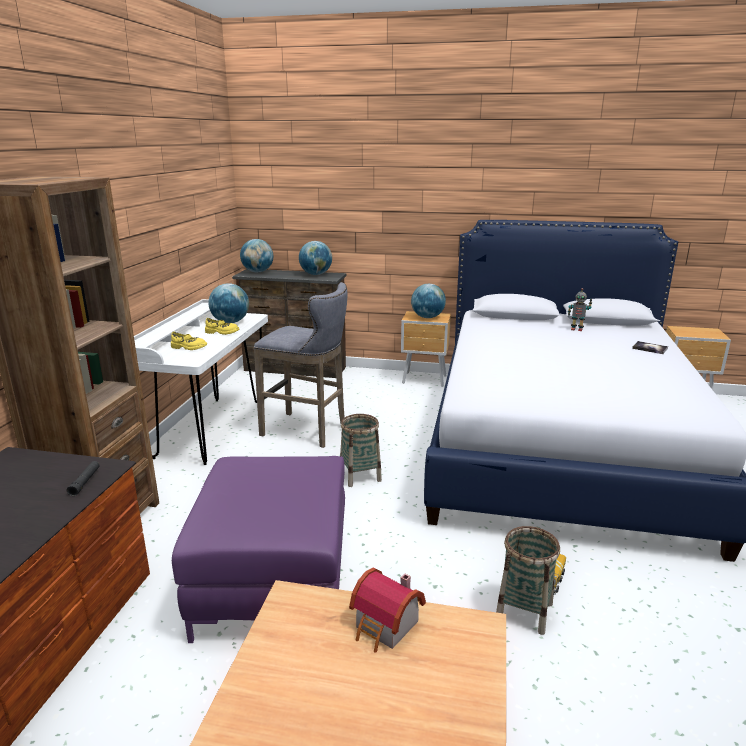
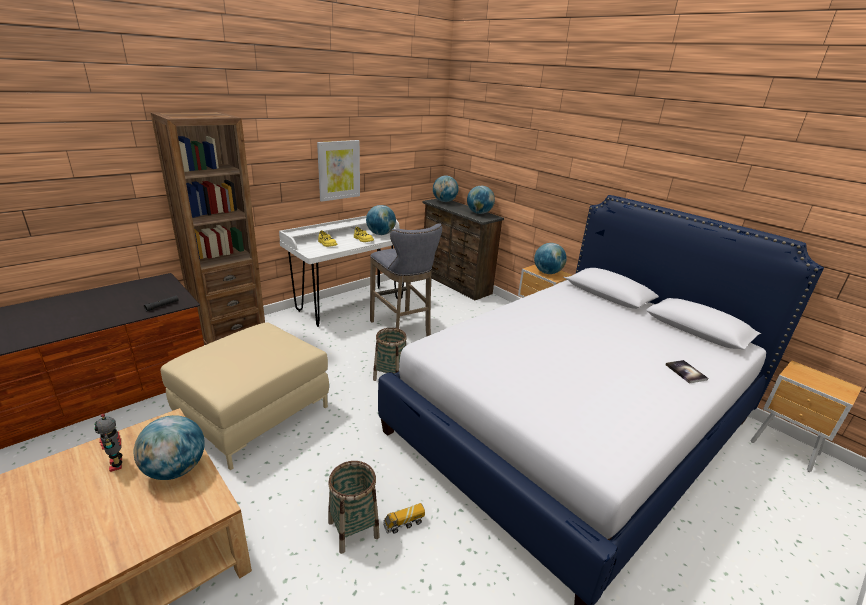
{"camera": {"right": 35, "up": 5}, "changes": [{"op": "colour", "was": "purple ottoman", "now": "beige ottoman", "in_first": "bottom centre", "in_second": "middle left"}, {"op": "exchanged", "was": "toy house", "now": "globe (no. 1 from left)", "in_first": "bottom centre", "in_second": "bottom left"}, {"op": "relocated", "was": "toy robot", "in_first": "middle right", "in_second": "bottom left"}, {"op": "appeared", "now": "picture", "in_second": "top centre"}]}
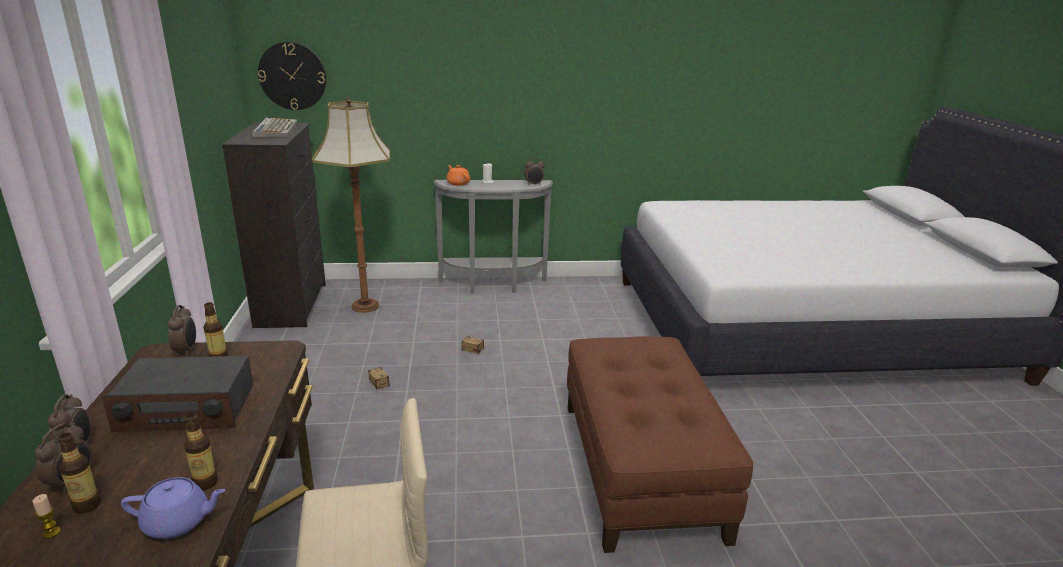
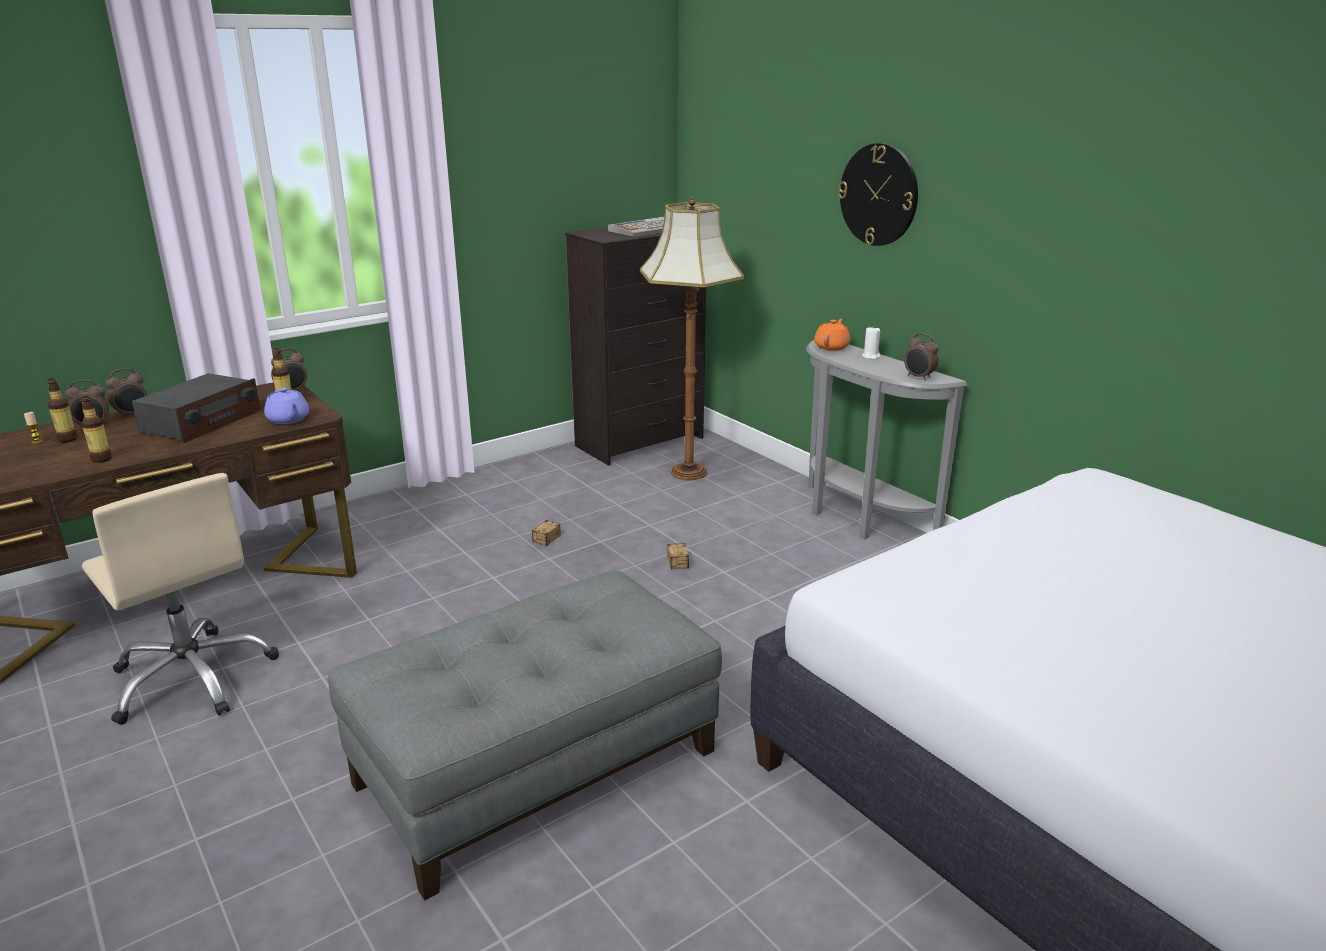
{"camera": {"right": 60, "up": 0}, "changes": [{"op": "spun", "was": "radio", "in_first": "bottom left", "in_second": "middle left", "clockwise": -120}, {"op": "relocated", "was": "purple teapot", "in_first": "bottom left", "in_second": "middle left"}, {"op": "relocated", "was": "wall clock", "in_first": "top left", "in_second": "top centre"}, {"op": "colour", "was": "brown ottoman", "now": "grey ottoman", "in_first": "bottom centre", "in_second": "bottom centre"}]}
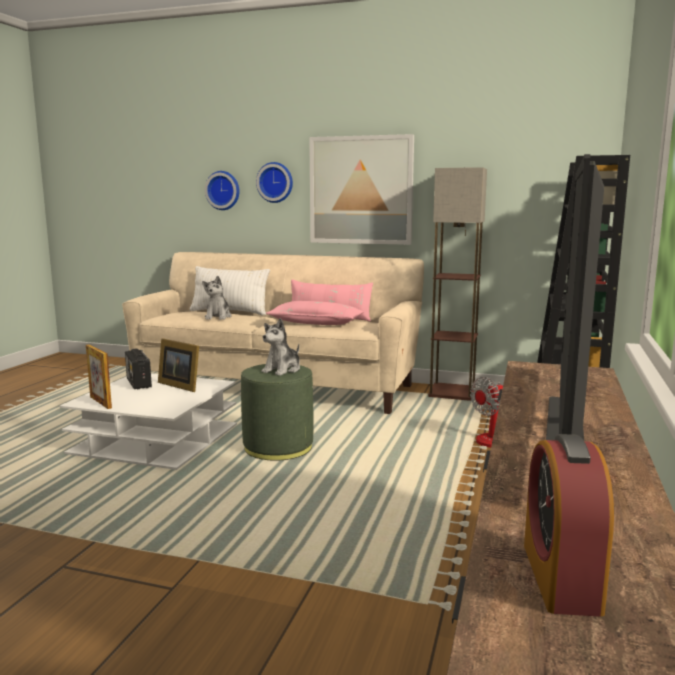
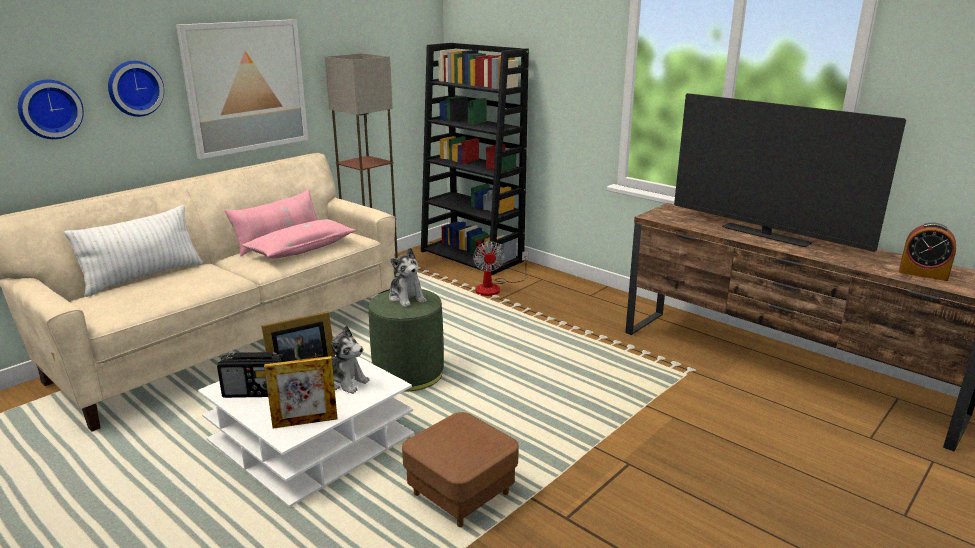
{"camera": {"right": -65, "up": 10}, "changes": [{"op": "relocated", "was": "plush toy (no. 1 from left)", "in_first": "middle left", "in_second": "centre"}, {"op": "appeared", "now": "brown ottoman", "in_second": "bottom centre"}]}
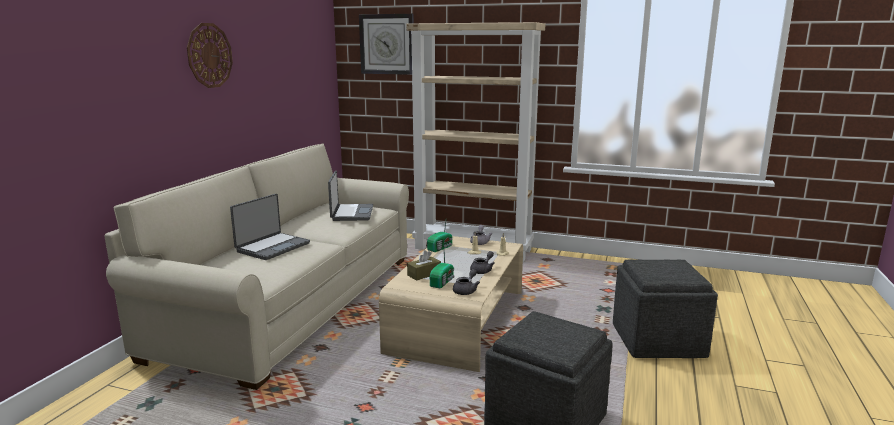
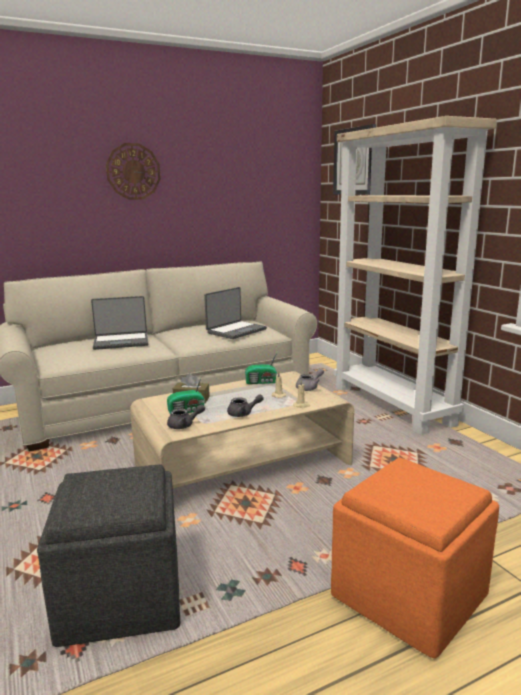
{"camera": {"right": 45, "up": 0}, "changes": [{"op": "colour", "was": "grey ottoman (no. 2 from left)", "now": "orange ottoman", "in_first": "bottom right", "in_second": "bottom right"}]}
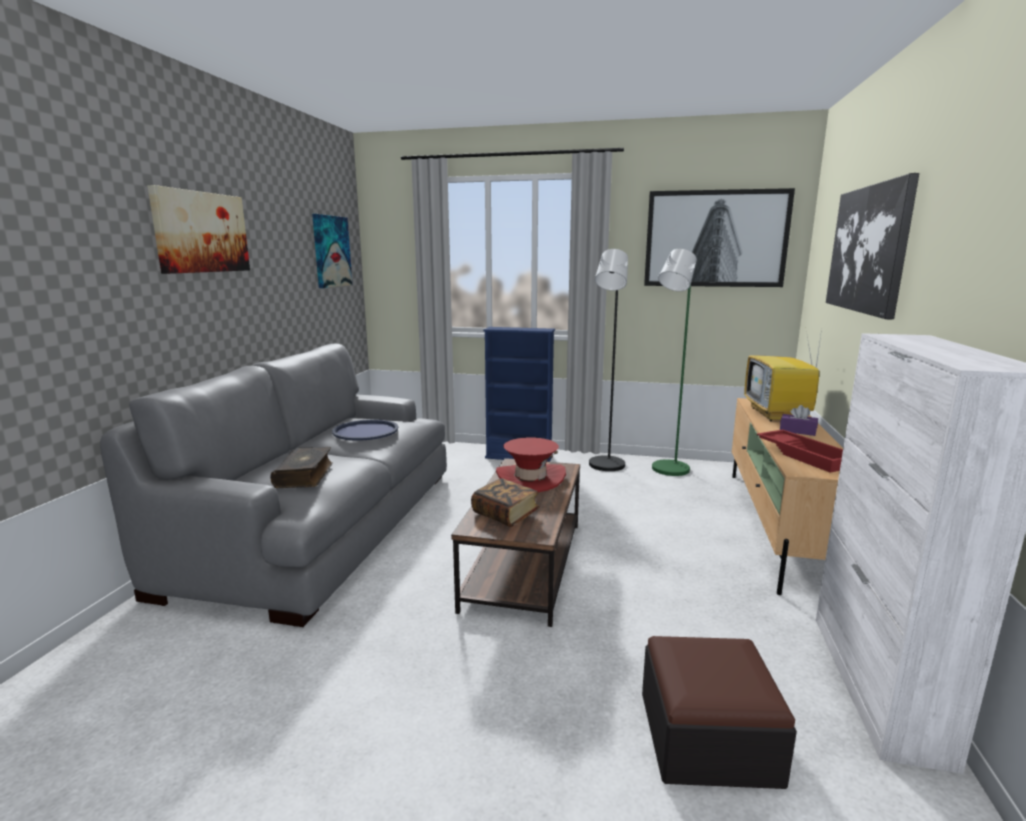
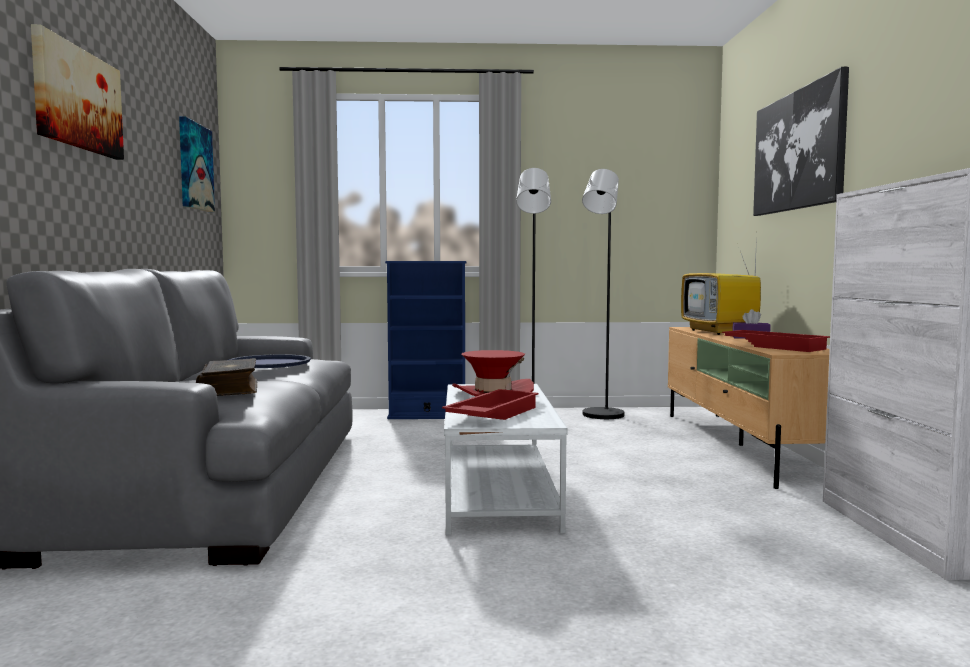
{"camera": {"right": -15, "up": -10}, "changes": [{"op": "colour", "was": "brown coffee table", "now": "white coffee table", "in_first": "centre", "in_second": "bottom centre"}, {"op": "exchanged", "was": "book (no. 2 from left)", "now": "red tray (no. 1 from left)", "in_first": "centre", "in_second": "centre"}, {"op": "missing", "was": "ottoman", "in_first": "bottom right"}, {"op": "missing", "was": "picture (no. 3 from left)", "in_first": "top right"}, {"op": "colour", "was": "green floor lamp", "now": "black floor lamp (no. 2 from left)", "in_first": "centre", "in_second": "centre"}]}
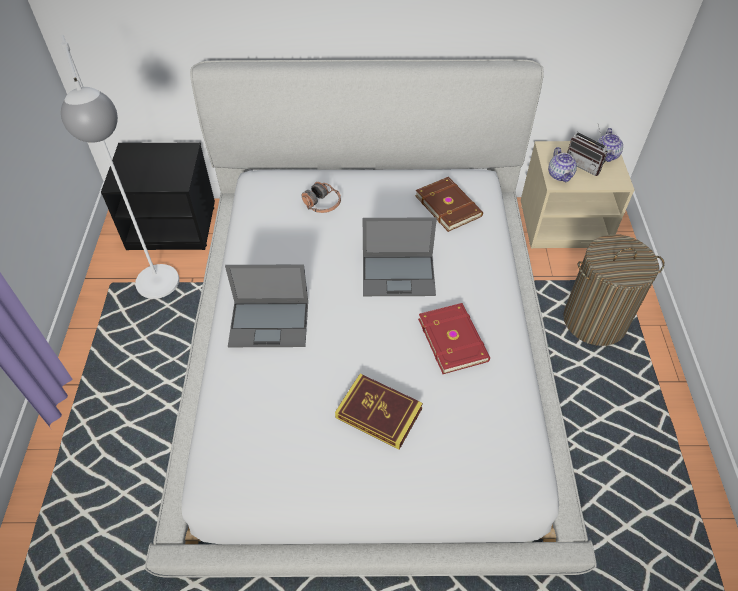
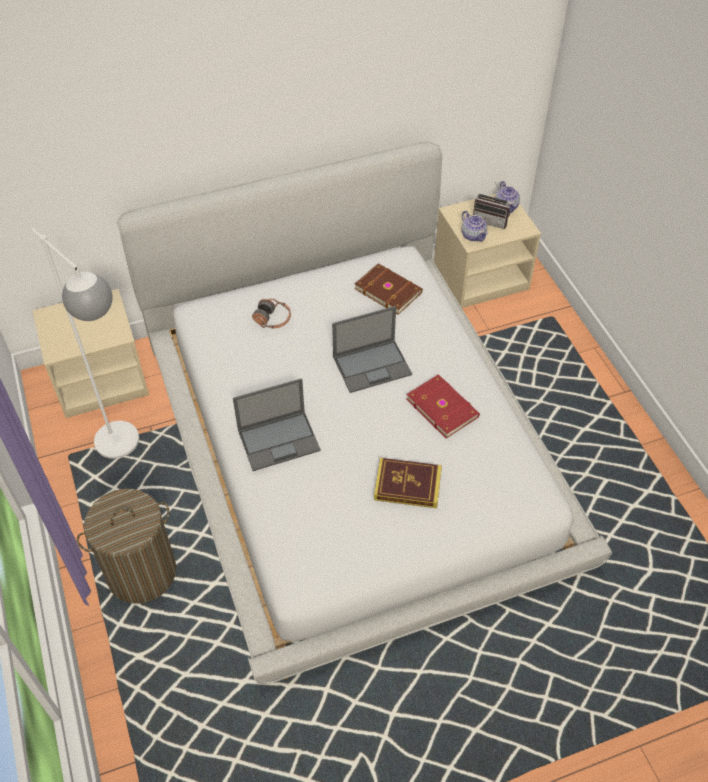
{"camera": {"right": -20, "up": 0}, "changes": [{"op": "colour", "was": "black nightstand", "now": "beige nightstand (no. 1 from left)", "in_first": "top left", "in_second": "middle left"}, {"op": "relocated", "was": "laundry basket", "in_first": "middle right", "in_second": "bottom left"}]}
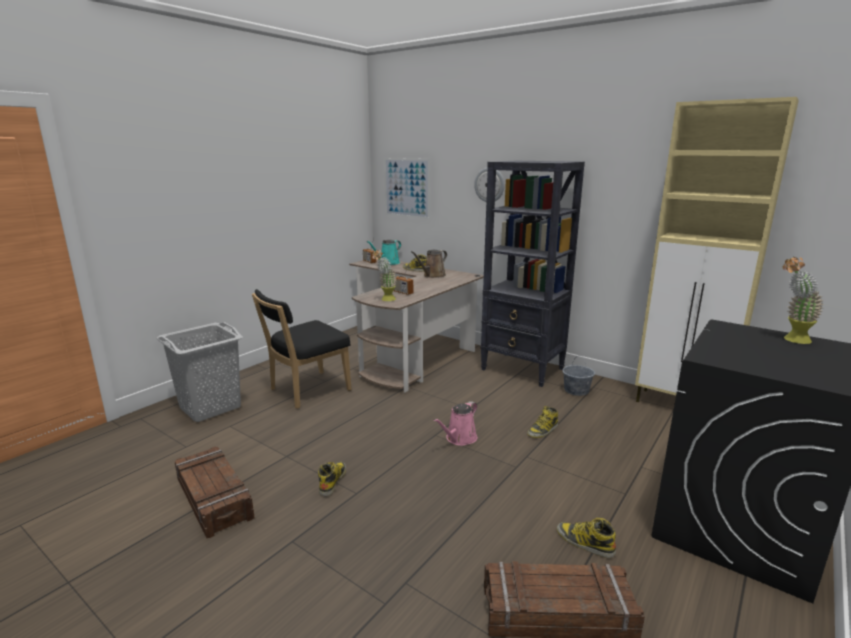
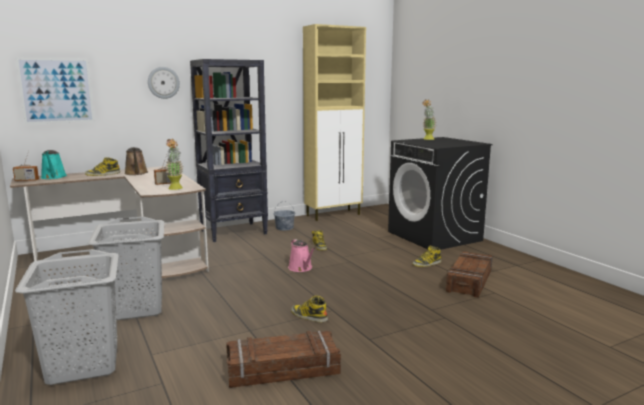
{"camera": {"right": -65, "up": -5}, "changes": [{"op": "exchanged", "was": "black chair", "now": "grey laundry basket (no. 2 from left)", "in_first": "centre", "in_second": "middle left"}]}
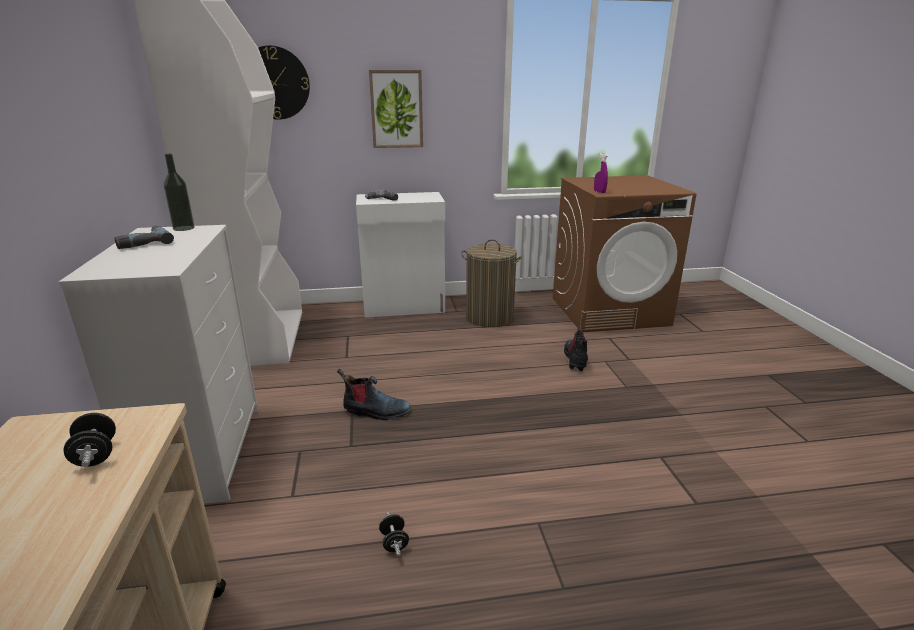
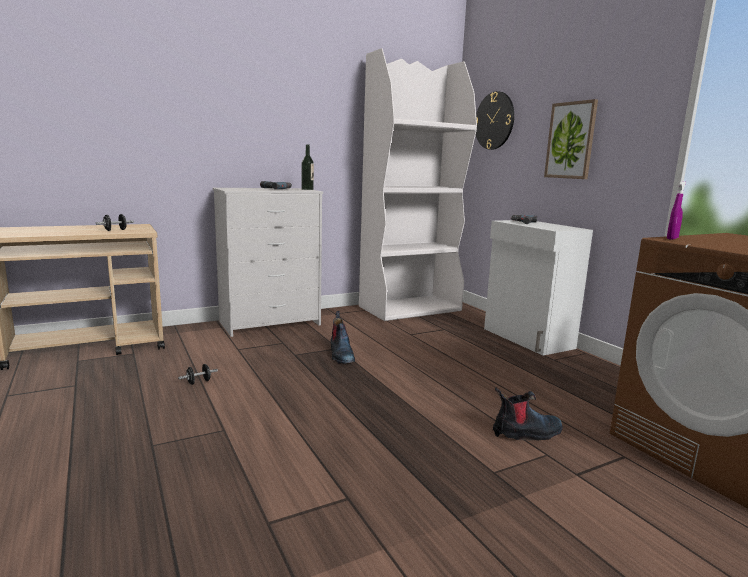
{"camera": {"right": 70, "up": -10}, "changes": [{"op": "missing", "was": "laundry basket", "in_first": "centre"}]}
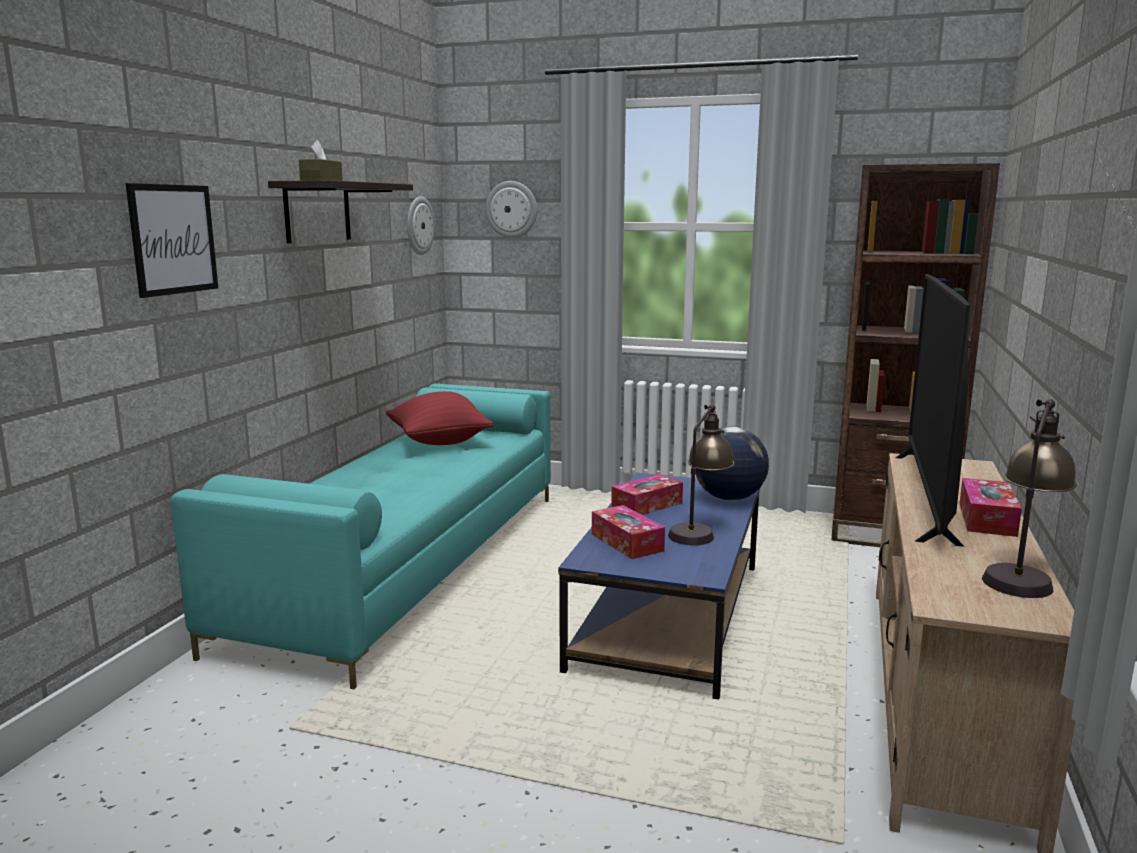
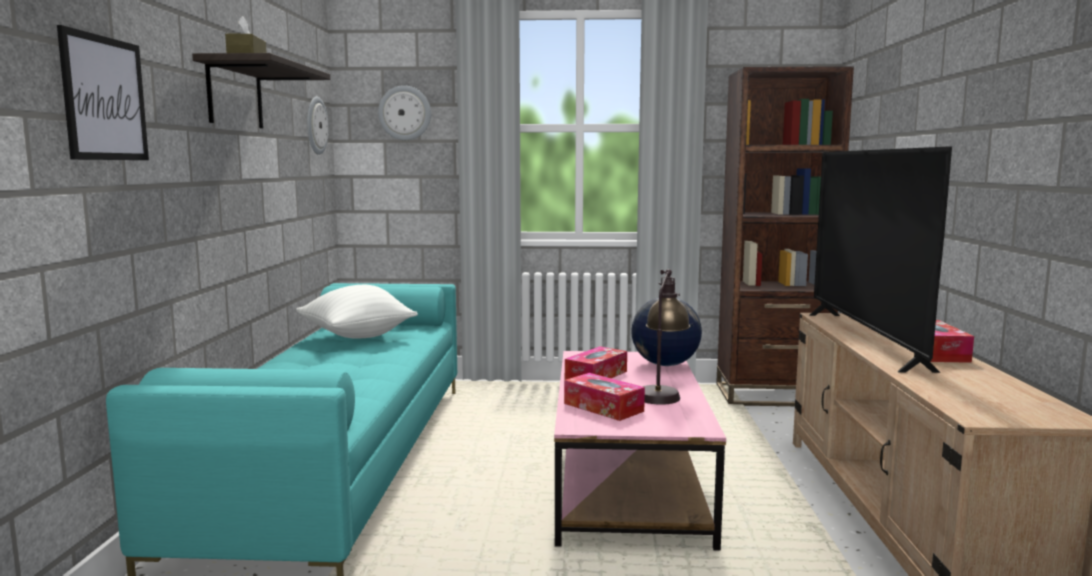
{"camera": {"right": -15, "up": -5}, "changes": [{"op": "colour", "was": "red pillow", "now": "white pillow", "in_first": "centre", "in_second": "middle left"}, {"op": "colour", "was": "blue coffee table", "now": "pink coffee table", "in_first": "bottom centre", "in_second": "bottom centre"}, {"op": "missing", "was": "table lamp (no. 2 from left)", "in_first": "middle right"}]}
